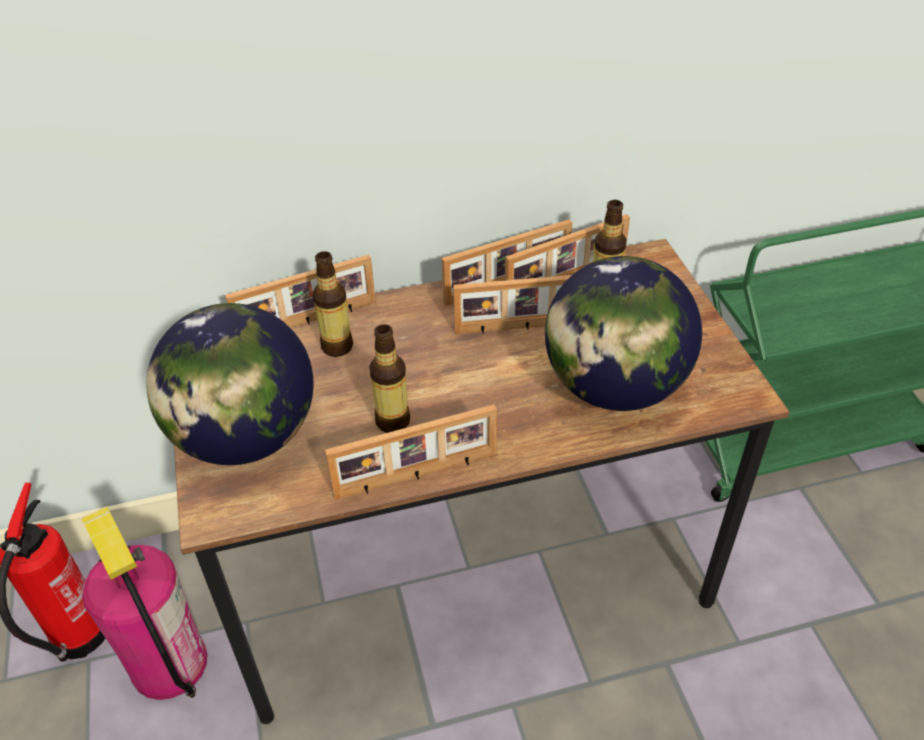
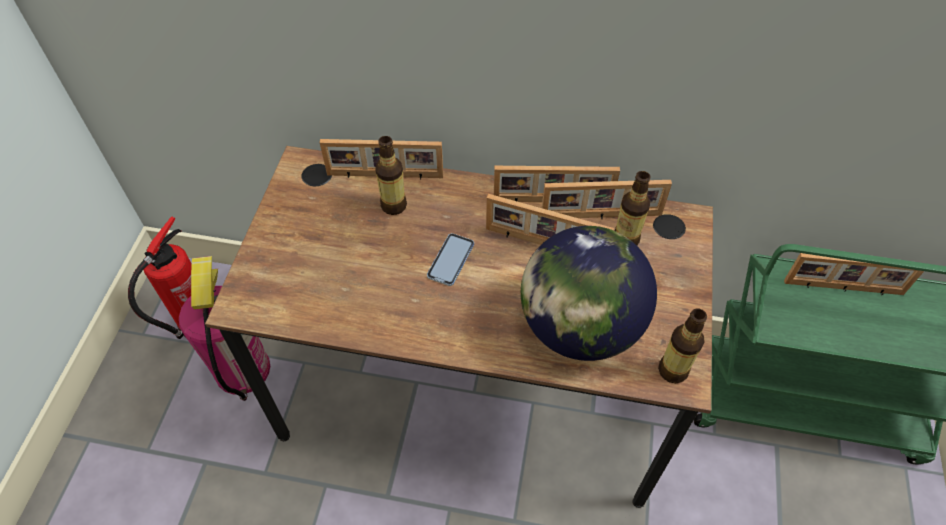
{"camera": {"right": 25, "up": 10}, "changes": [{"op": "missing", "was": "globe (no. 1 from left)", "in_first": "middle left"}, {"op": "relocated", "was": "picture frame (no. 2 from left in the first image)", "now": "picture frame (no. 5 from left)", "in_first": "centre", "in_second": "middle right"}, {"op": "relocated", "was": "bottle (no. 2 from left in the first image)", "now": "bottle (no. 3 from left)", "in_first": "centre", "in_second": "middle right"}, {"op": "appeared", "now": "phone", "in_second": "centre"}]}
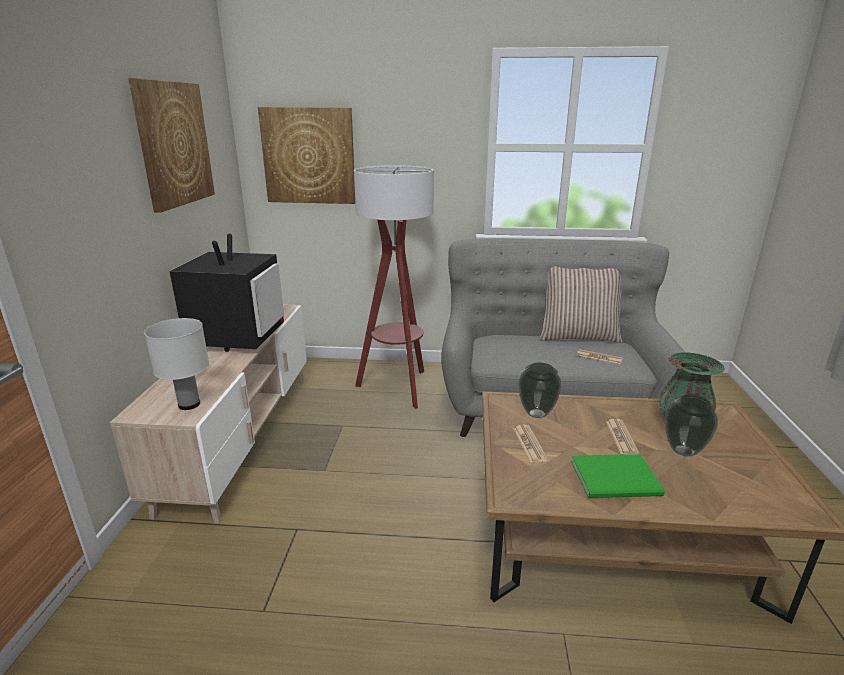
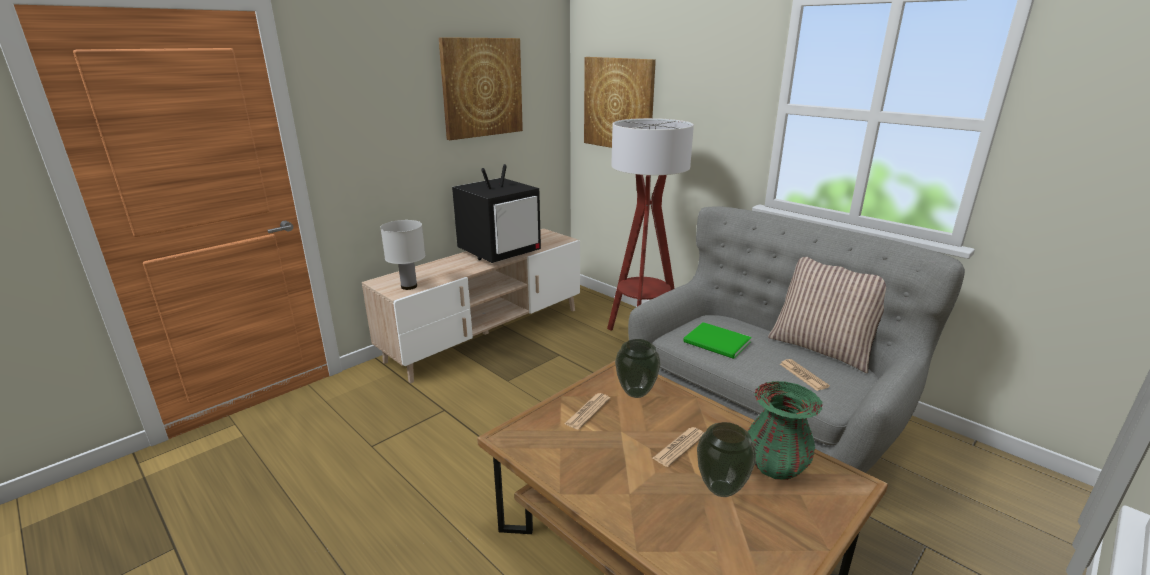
{"camera": {"right": 40, "up": 0}, "changes": [{"op": "relocated", "was": "green book", "in_first": "bottom right", "in_second": "centre"}]}
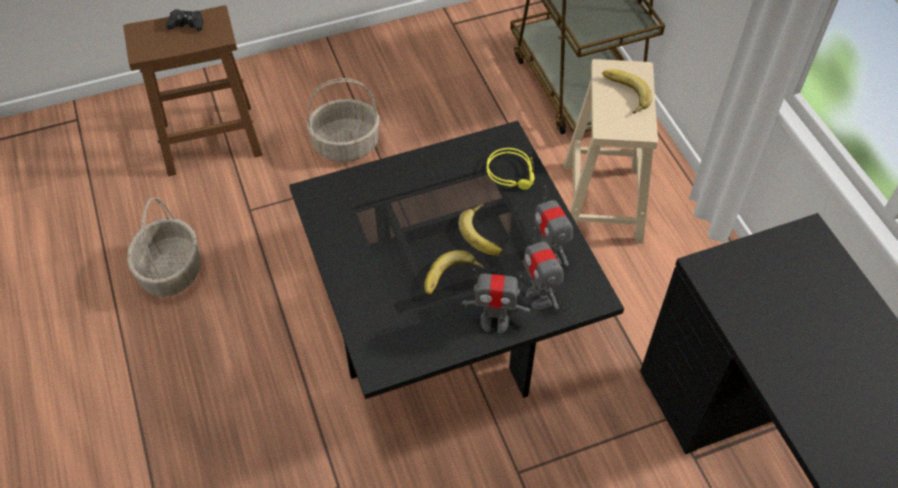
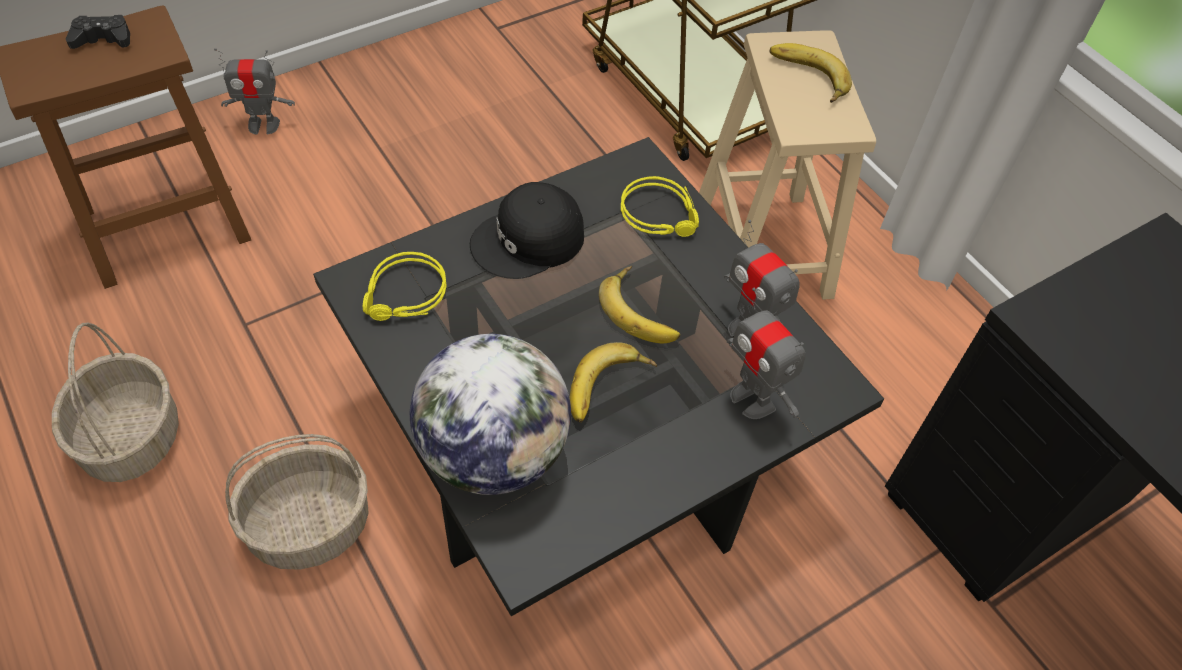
{"camera": {"right": -15, "up": 0}, "changes": [{"op": "relocated", "was": "basket (no. 2 from left)", "in_first": "top centre", "in_second": "bottom left"}, {"op": "relocated", "was": "toy robot (no. 1 from left)", "in_first": "centre", "in_second": "top left"}, {"op": "appeared", "now": "yellow headphones (no. 1 from left)", "in_second": "centre"}, {"op": "appeared", "now": "globe", "in_second": "centre"}, {"op": "appeared", "now": "black cap", "in_second": "centre"}]}
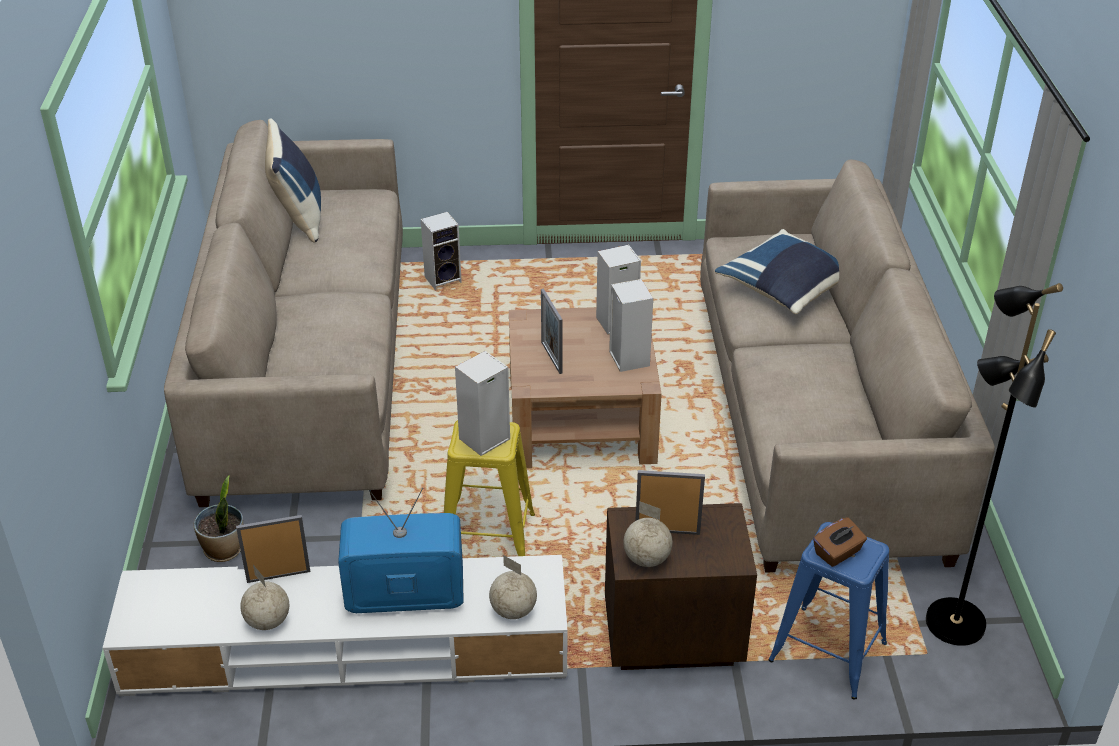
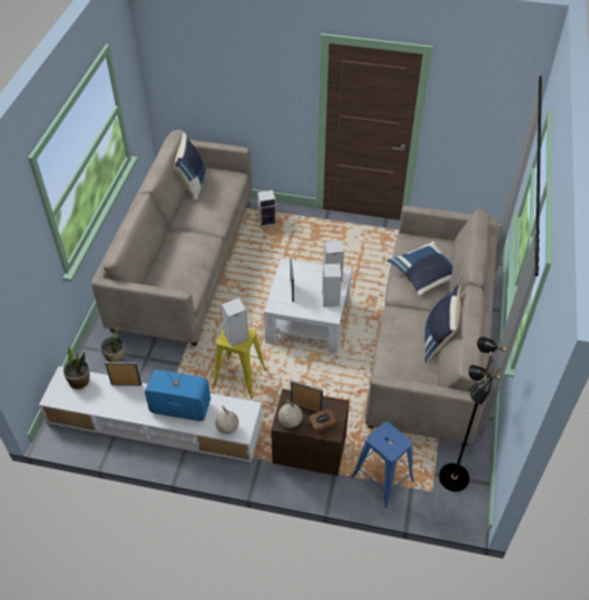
{"camera": {"right": 15, "up": 10}, "changes": [{"op": "missing", "was": "globe (no. 1 from left)", "in_first": "bottom left"}, {"op": "colour", "was": "brown coffee table", "now": "white coffee table", "in_first": "centre", "in_second": "centre"}, {"op": "relocated", "was": "brown tissue box", "in_first": "bottom right", "in_second": "bottom centre"}, {"op": "appeared", "now": "potted plant (no. 1 from left)", "in_second": "middle left"}, {"op": "appeared", "now": "blue pillow (no. 3 from left)", "in_second": "middle right"}]}
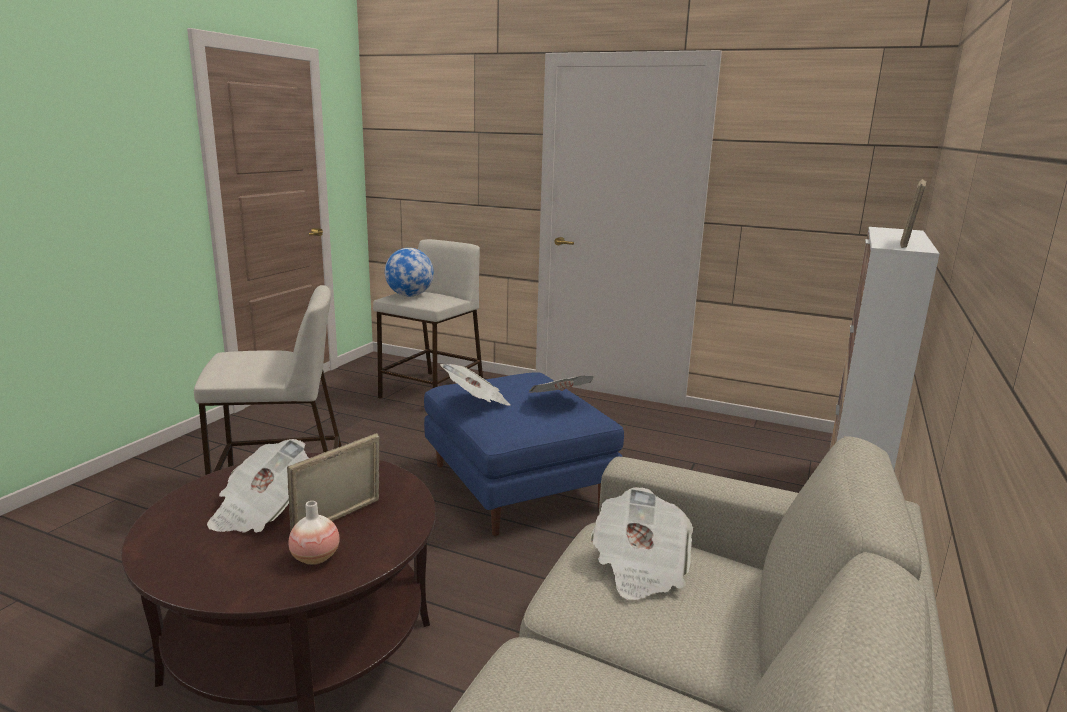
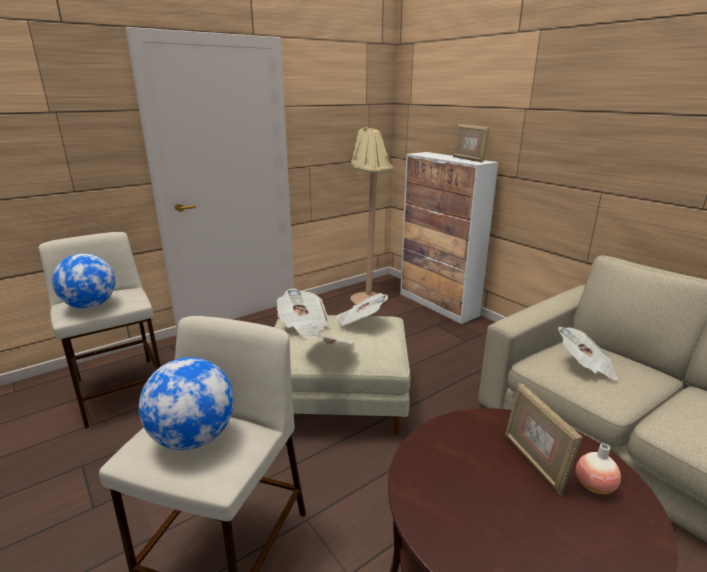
{"camera": {"right": -60, "up": 5}, "changes": [{"op": "relocated", "was": "newspaper (no. 1 from left)", "in_first": "bottom left", "in_second": "centre"}, {"op": "colour", "was": "blue ottoman", "now": "beige ottoman", "in_first": "centre", "in_second": "centre"}, {"op": "appeared", "now": "globe (no. 2 from left)", "in_second": "bottom left"}, {"op": "appeared", "now": "beige floor lamp", "in_second": "centre"}]}
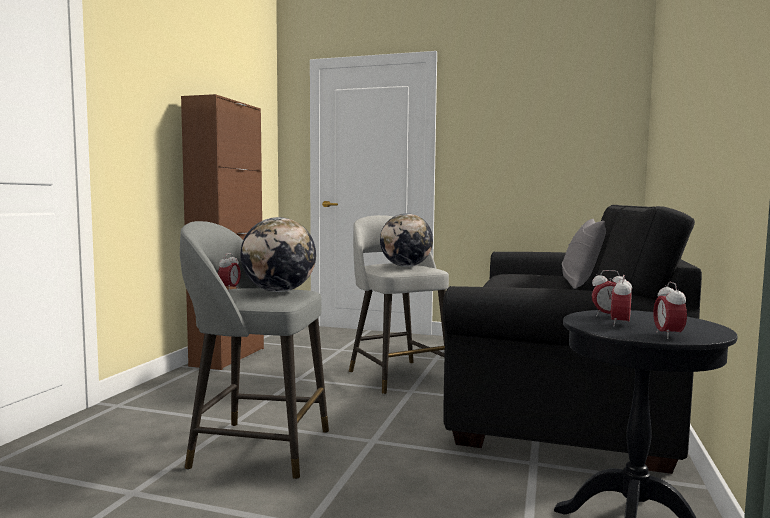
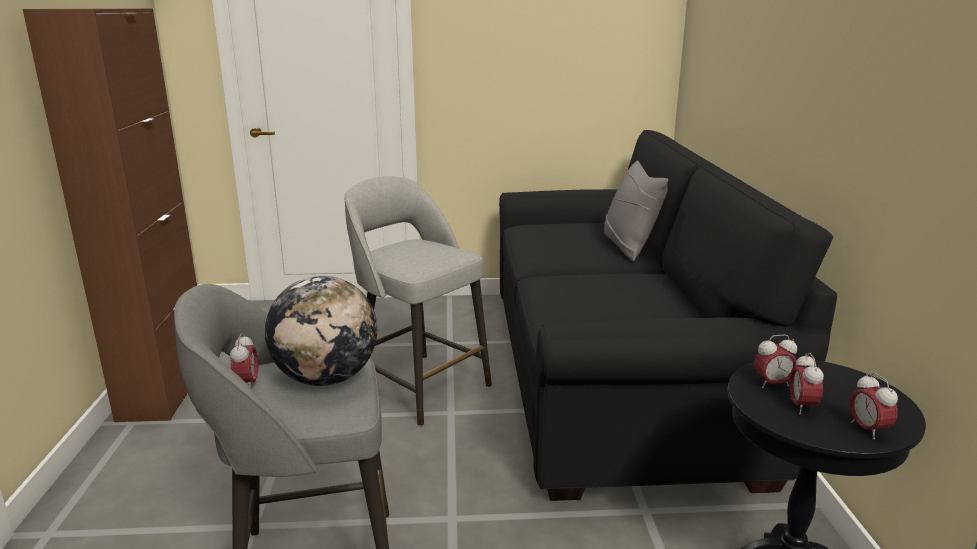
{"camera": {"right": -20, "up": 15}, "changes": [{"op": "missing", "was": "globe (no. 2 from left)", "in_first": "centre"}]}
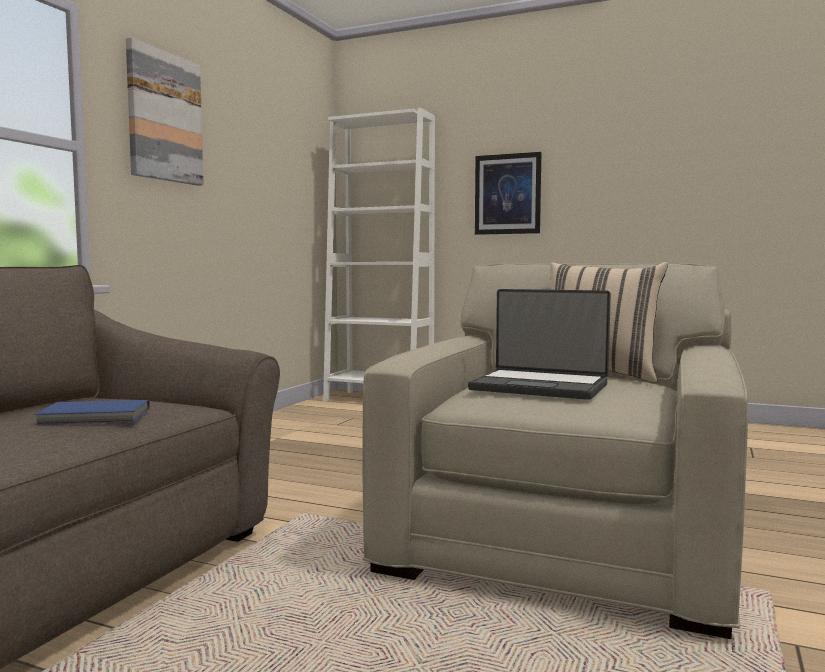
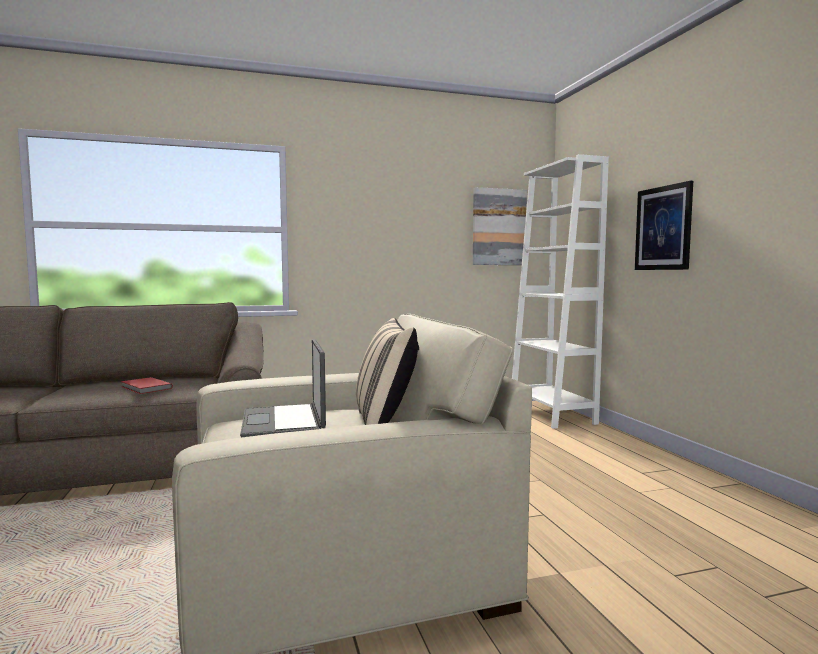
{"camera": {"right": 50, "up": 0}, "changes": [{"op": "colour", "was": "blue book", "now": "red book", "in_first": "middle left", "in_second": "middle left"}, {"op": "relocated", "was": "picture (no. 1 from left)", "in_first": "top left", "in_second": "centre"}]}
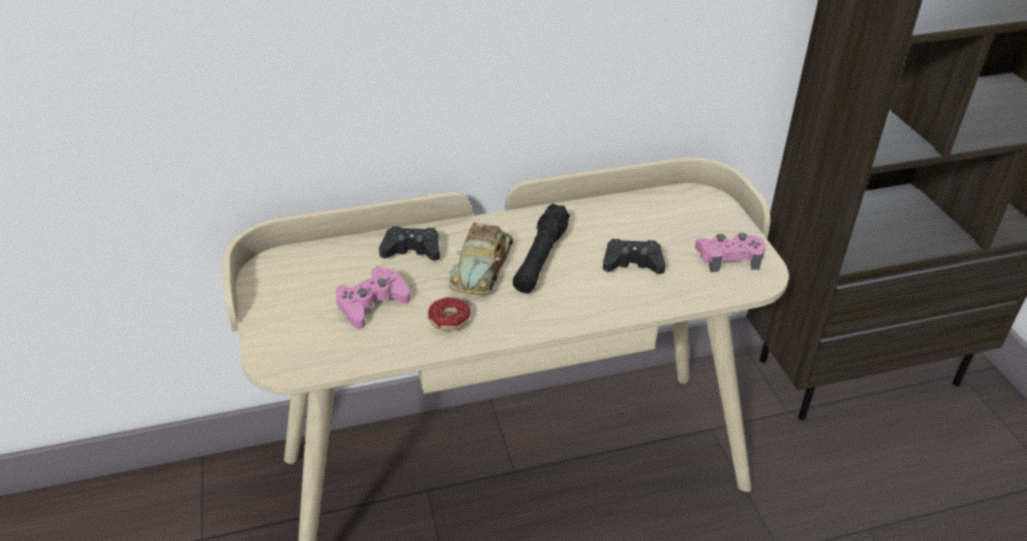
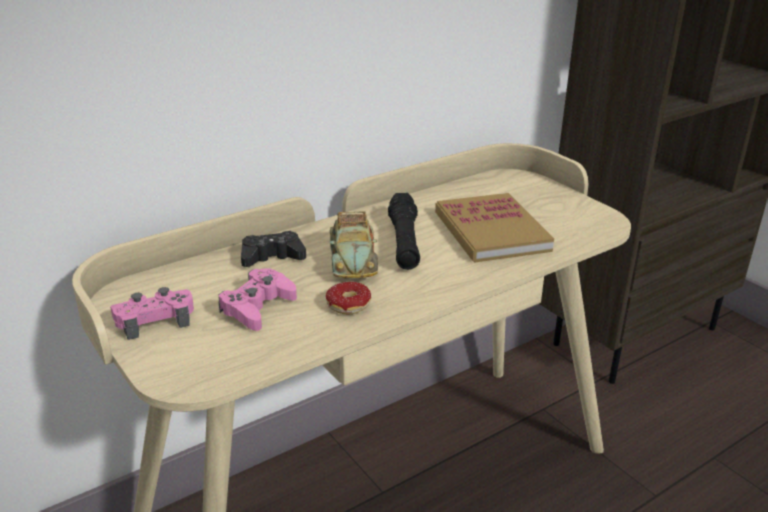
{"camera": {"right": -20, "up": -10}, "changes": [{"op": "exchanged", "was": "black game controller (no. 2 from left)", "now": "book", "in_first": "centre", "in_second": "centre"}, {"op": "relocated", "was": "pink game controller (no. 2 from left in the first image)", "now": "pink game controller (no. 1 from left)", "in_first": "middle right", "in_second": "middle left"}]}
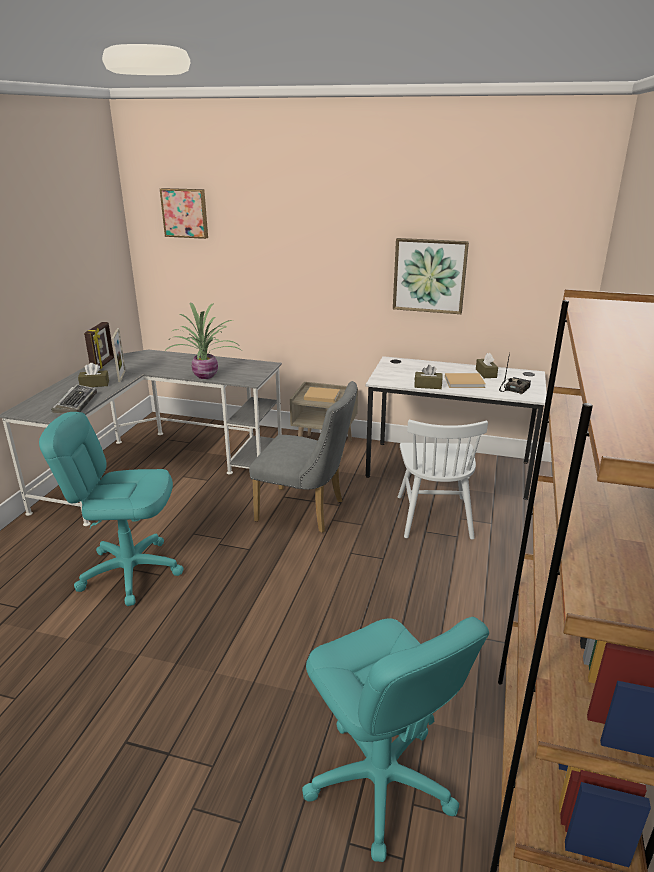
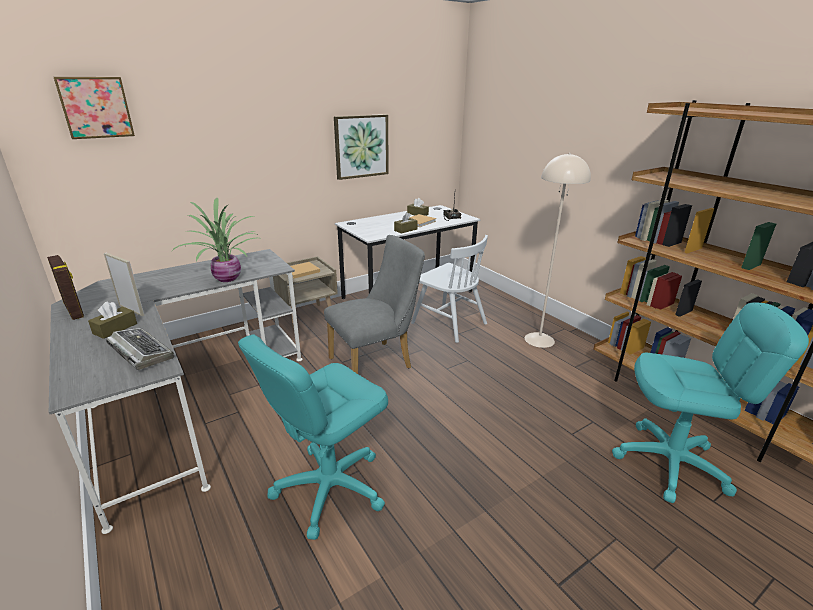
{"camera": {"right": -50, "up": 0}, "changes": [{"op": "appeared", "now": "beige floor lamp", "in_second": "middle right"}]}
